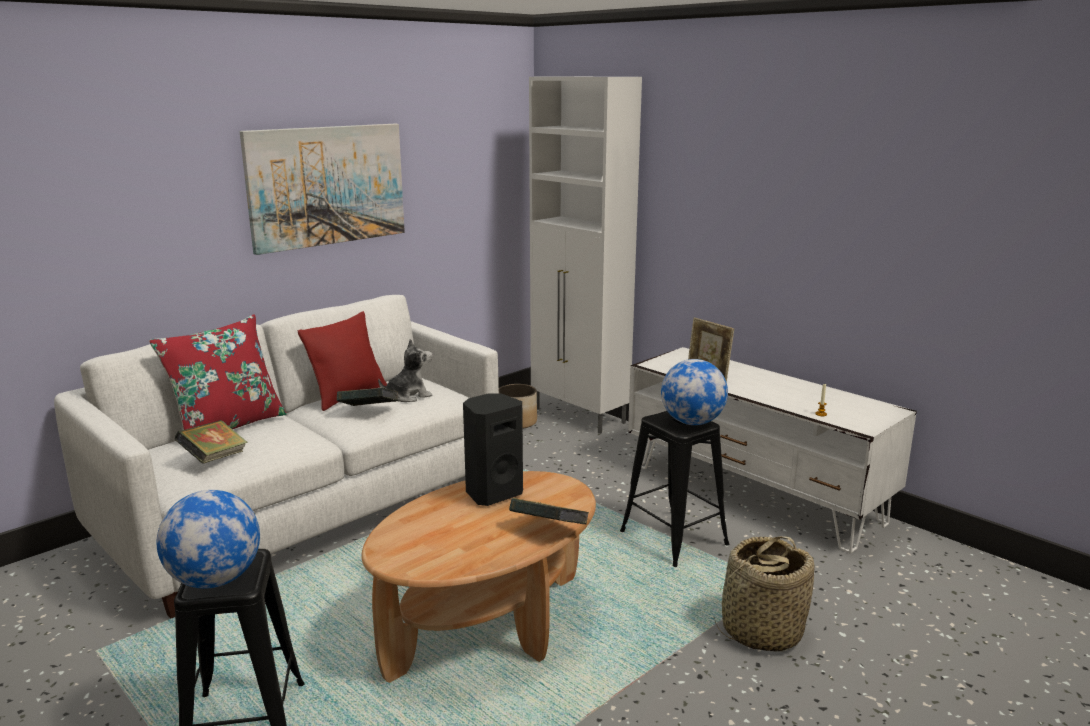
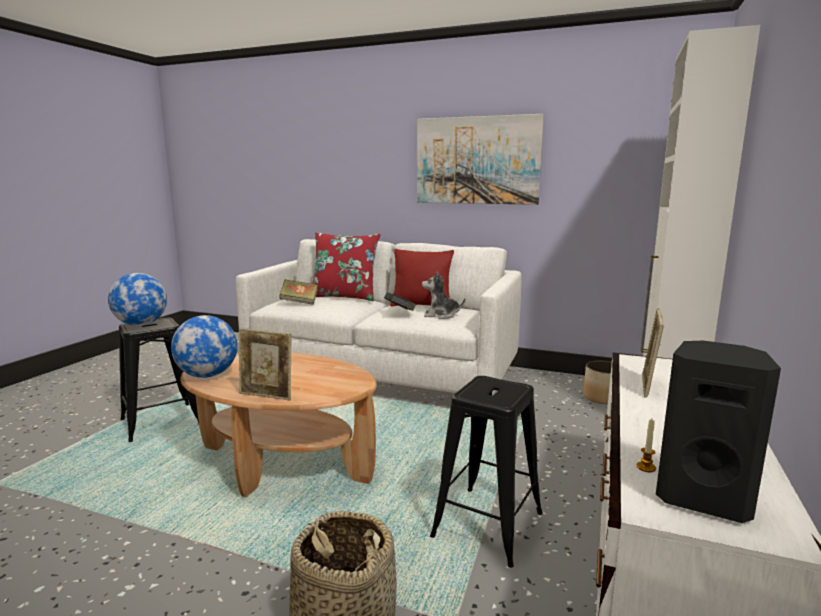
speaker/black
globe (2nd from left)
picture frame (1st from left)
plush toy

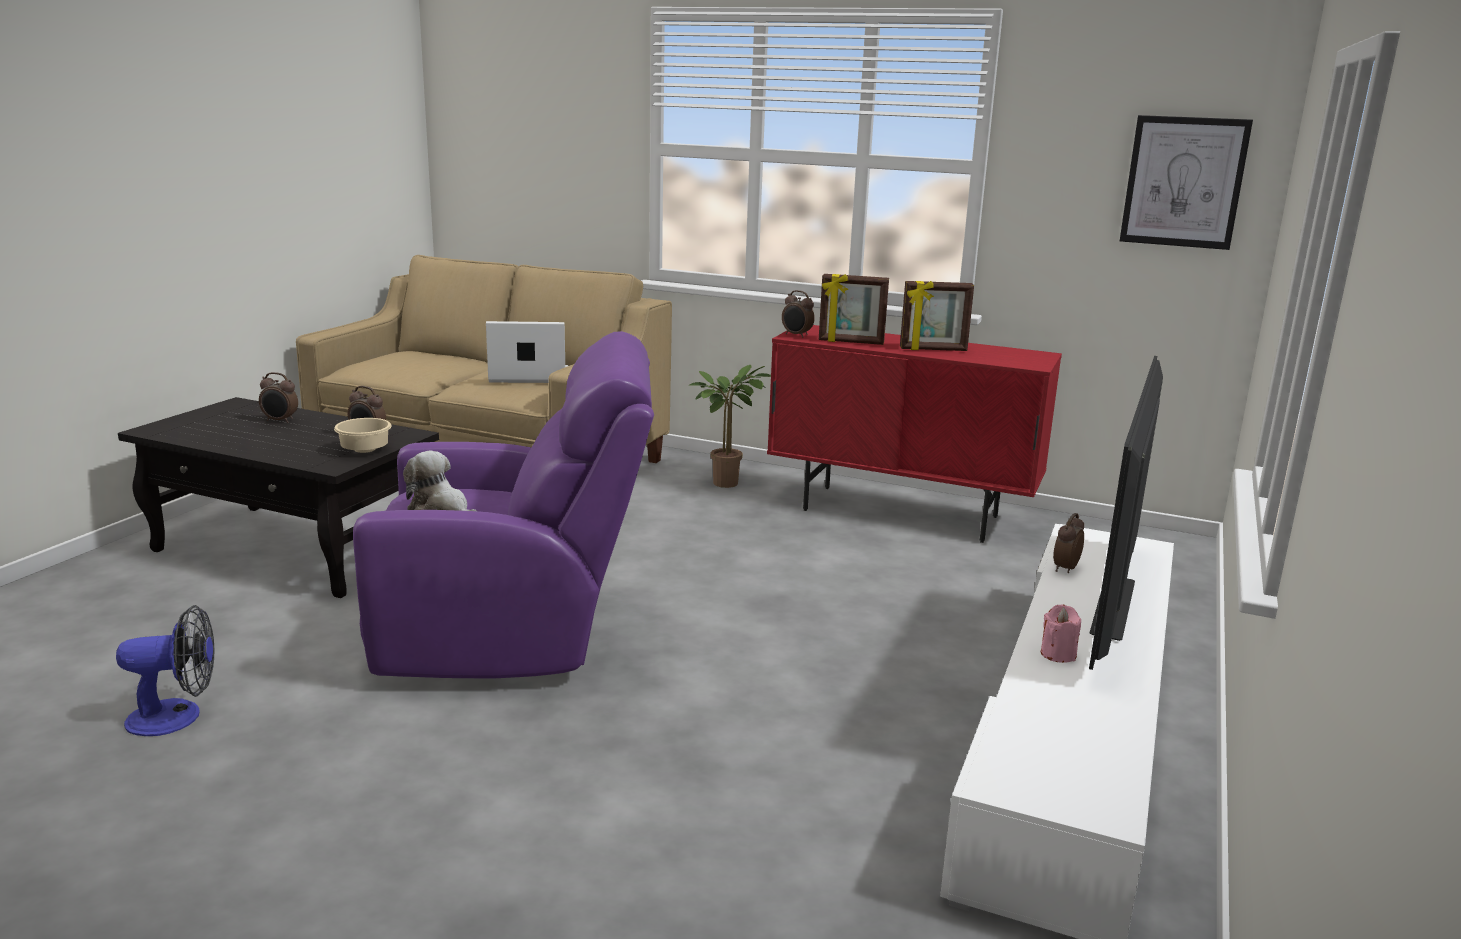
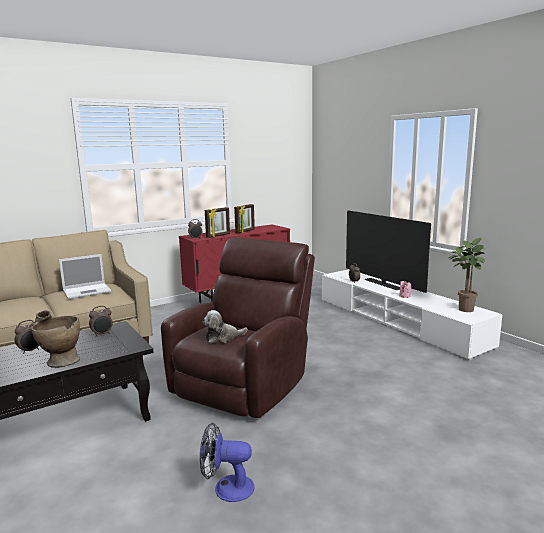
bowl/beige
picture
vase/beige
potted plant
armchair/brown
fan
laptop

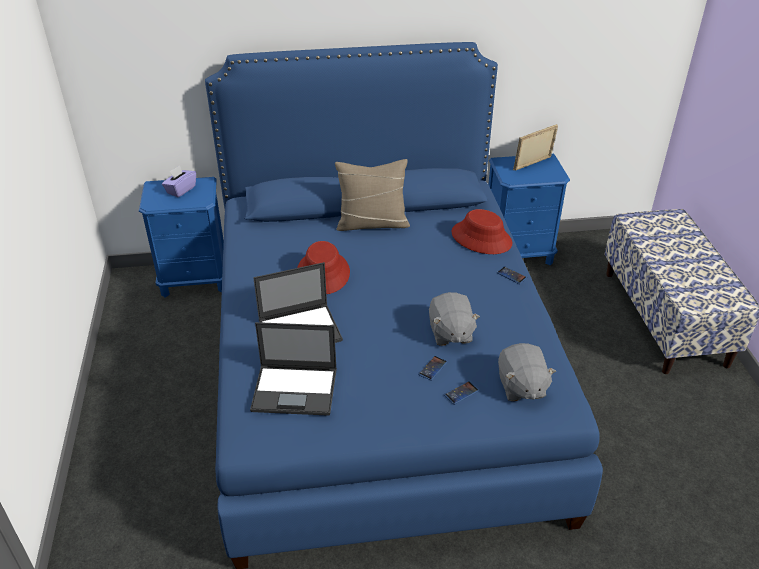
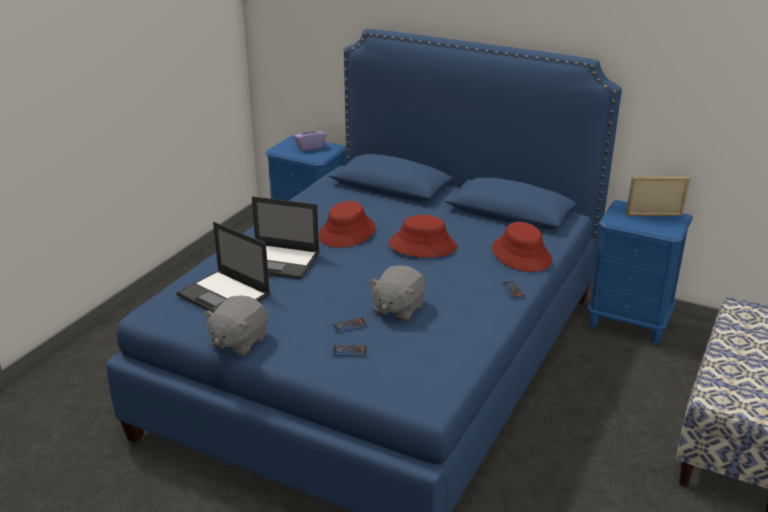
pillow/beige
hat/red (2nd from left)
plush toy/grey (1st from left)

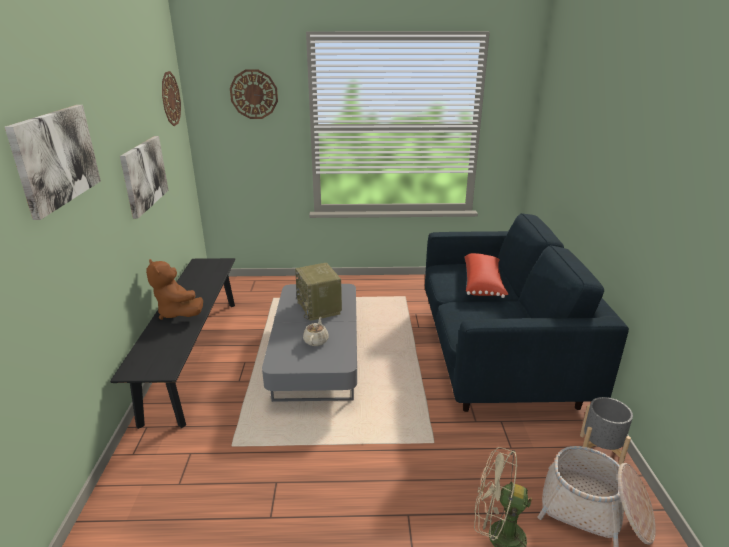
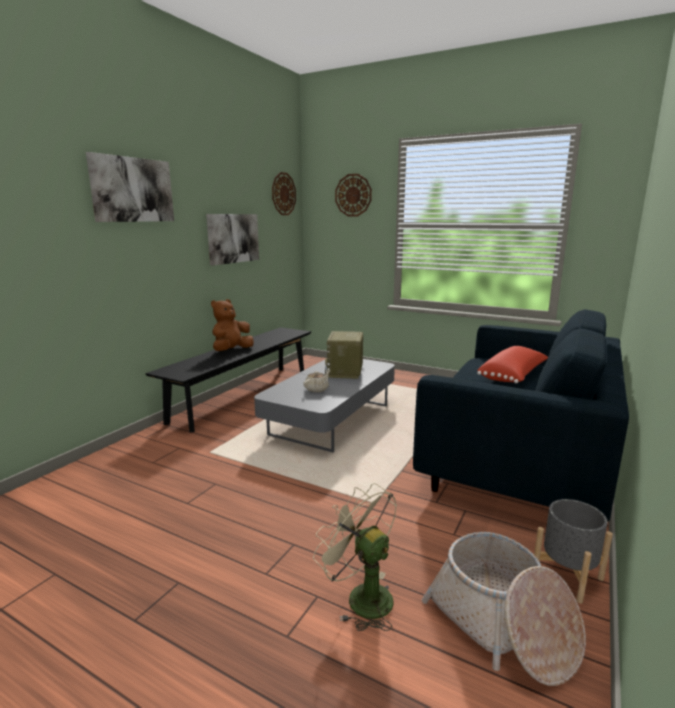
plush toy/brown

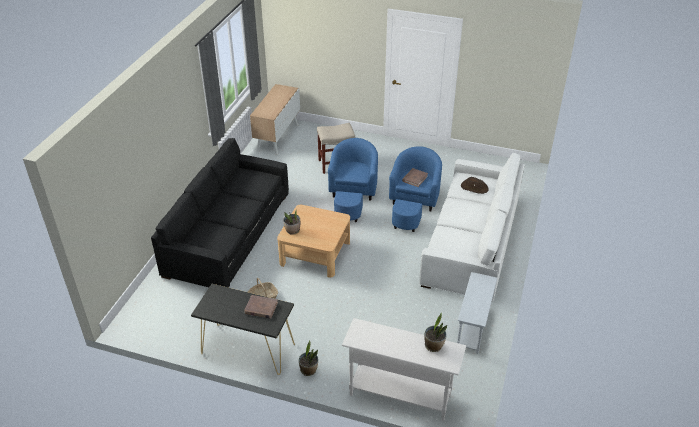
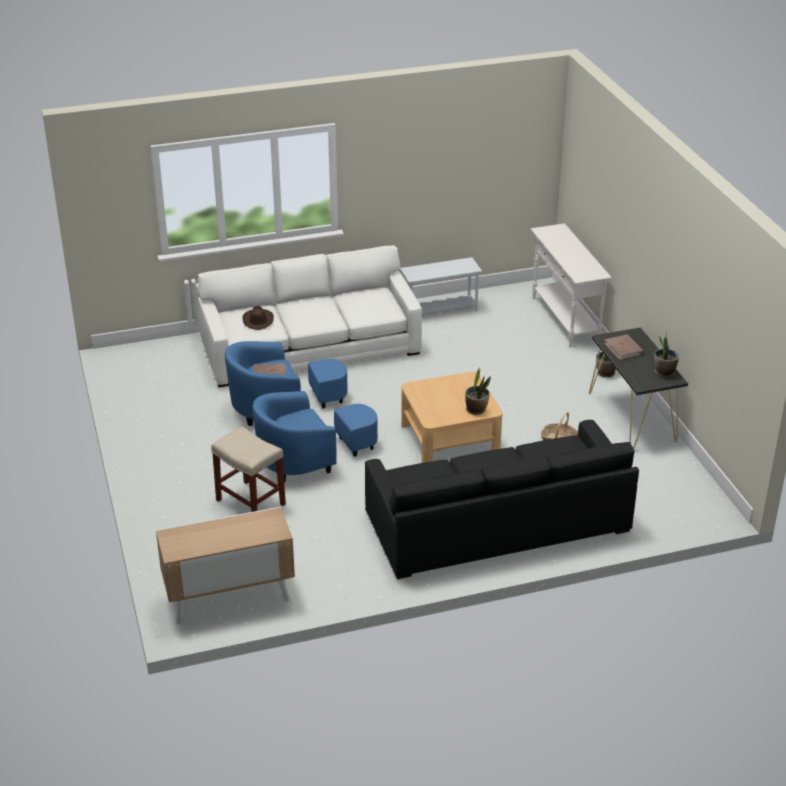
potted plant (3rd from left)

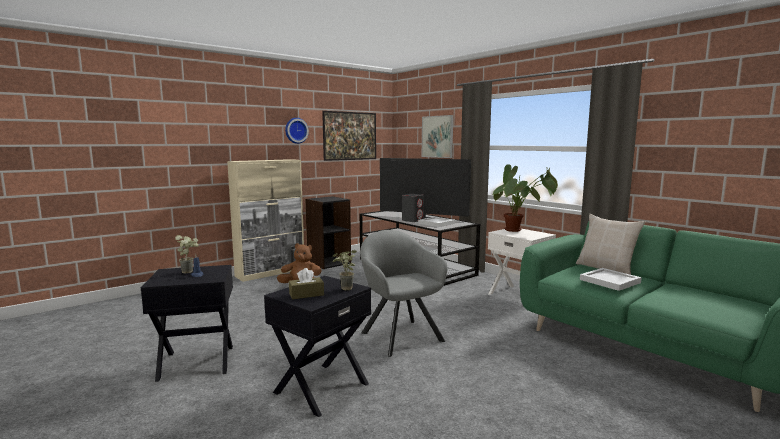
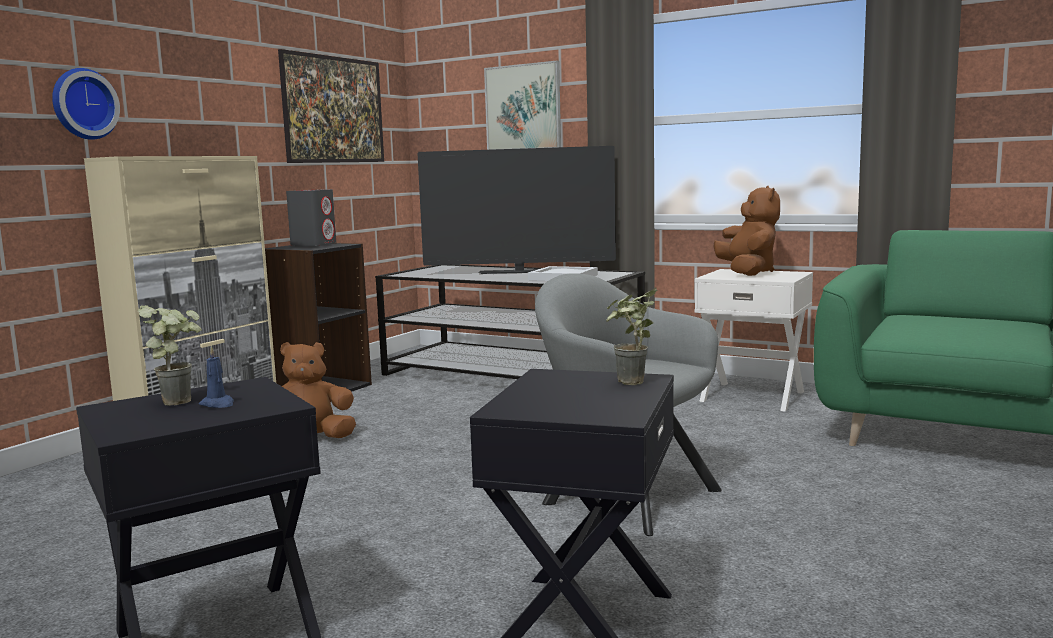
tissue box/brown
pillow/beige
tray/white (2nd from left in the first image)
wall clock
speaker/grey
plush toy/brown (2nd from left)

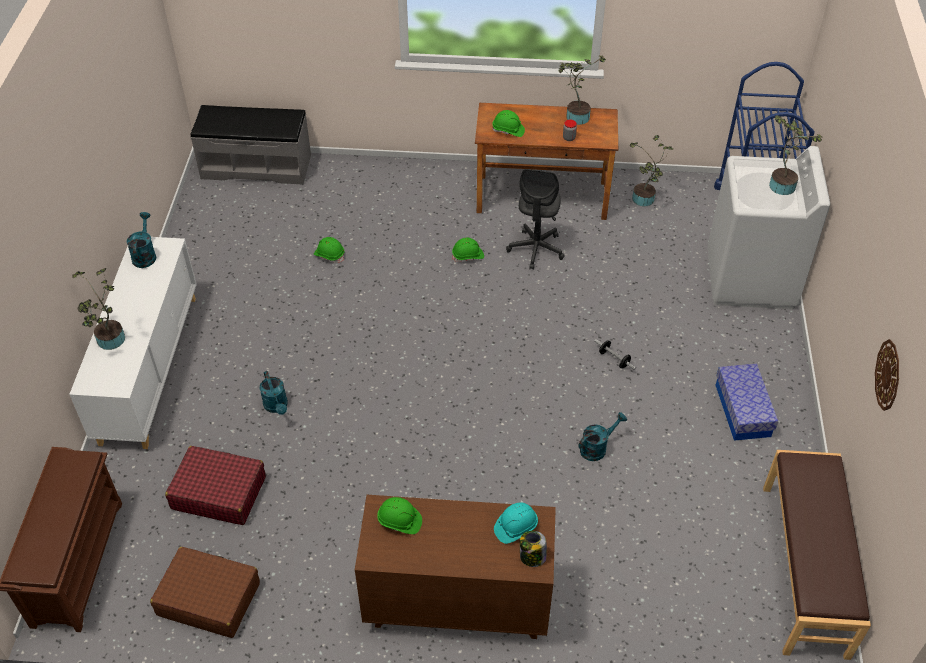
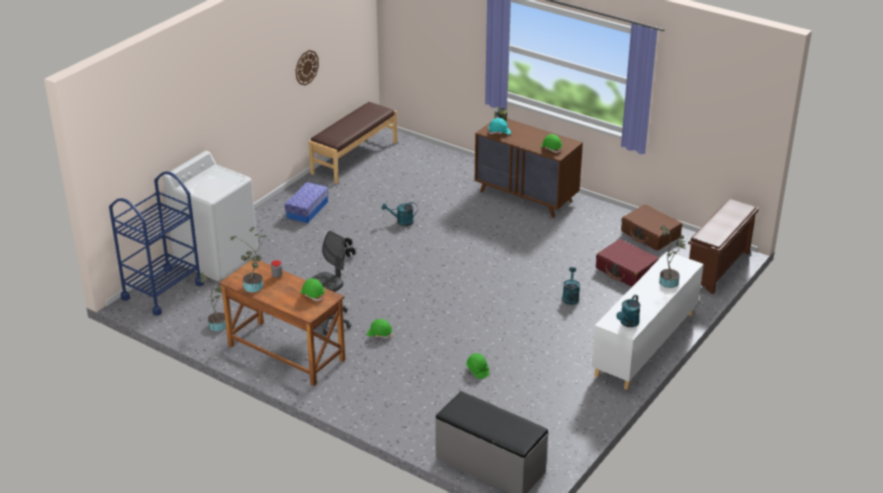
potted plant (4th from left in the first image)

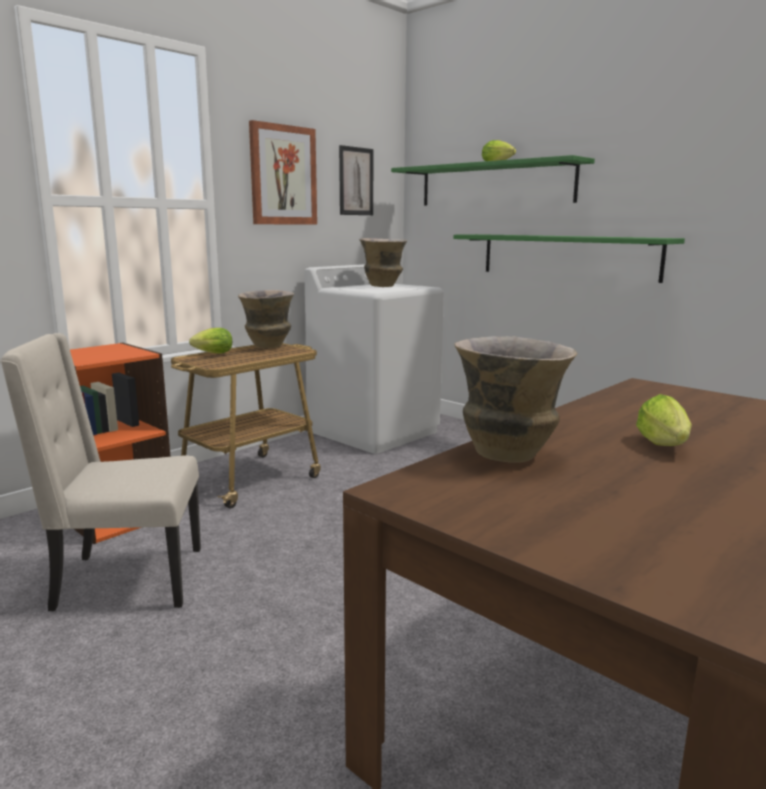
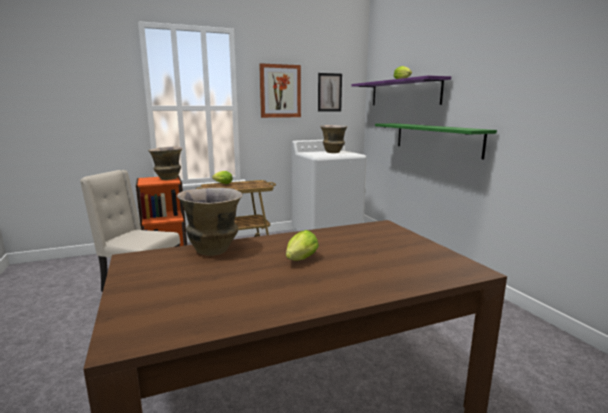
vase (1st from left)
shelf/purple

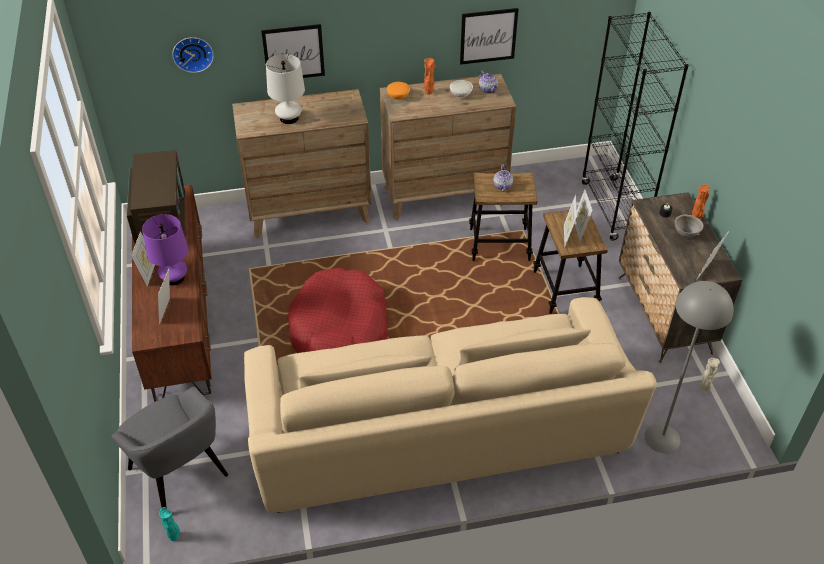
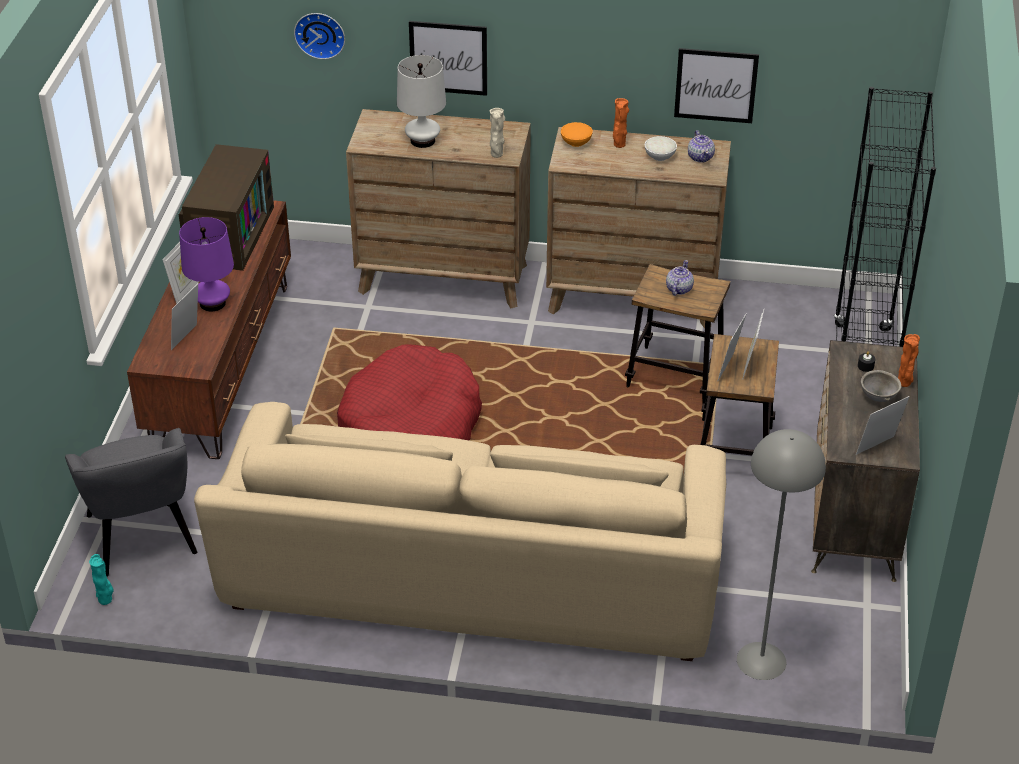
vase/beige

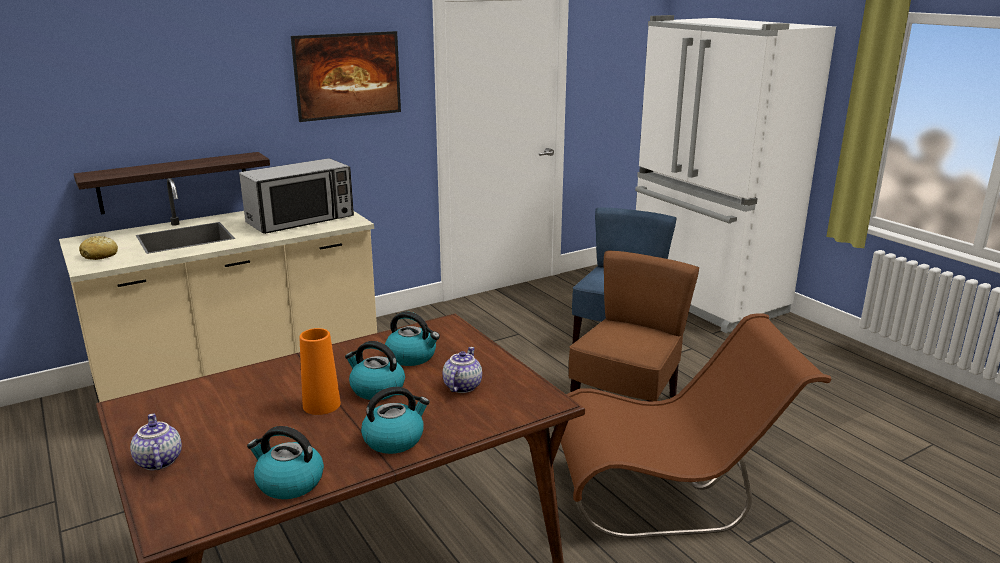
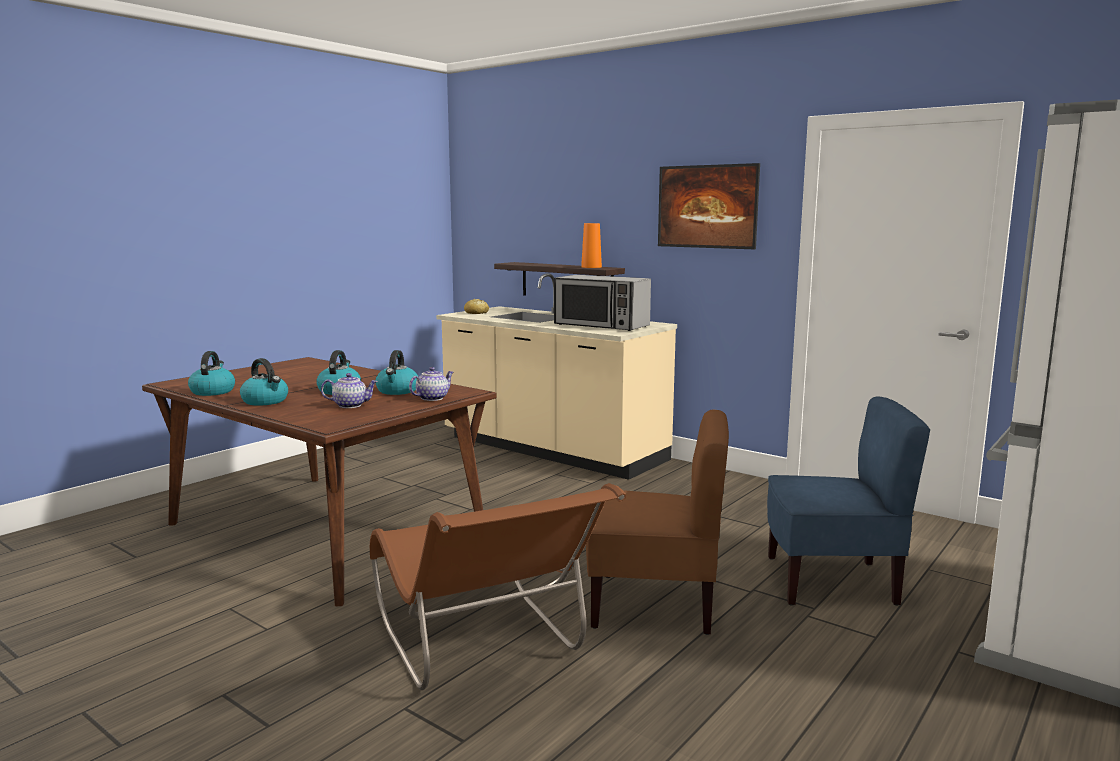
teapot (2nd from left)
vase/orange

